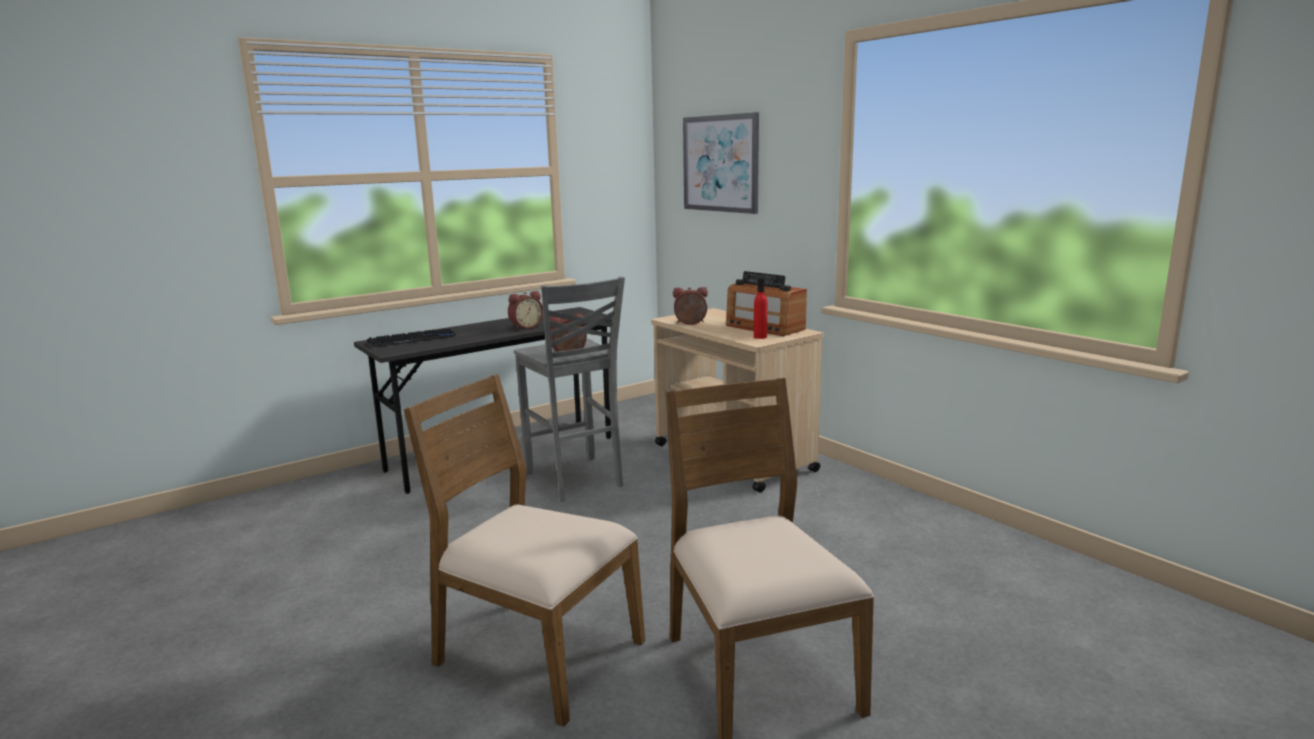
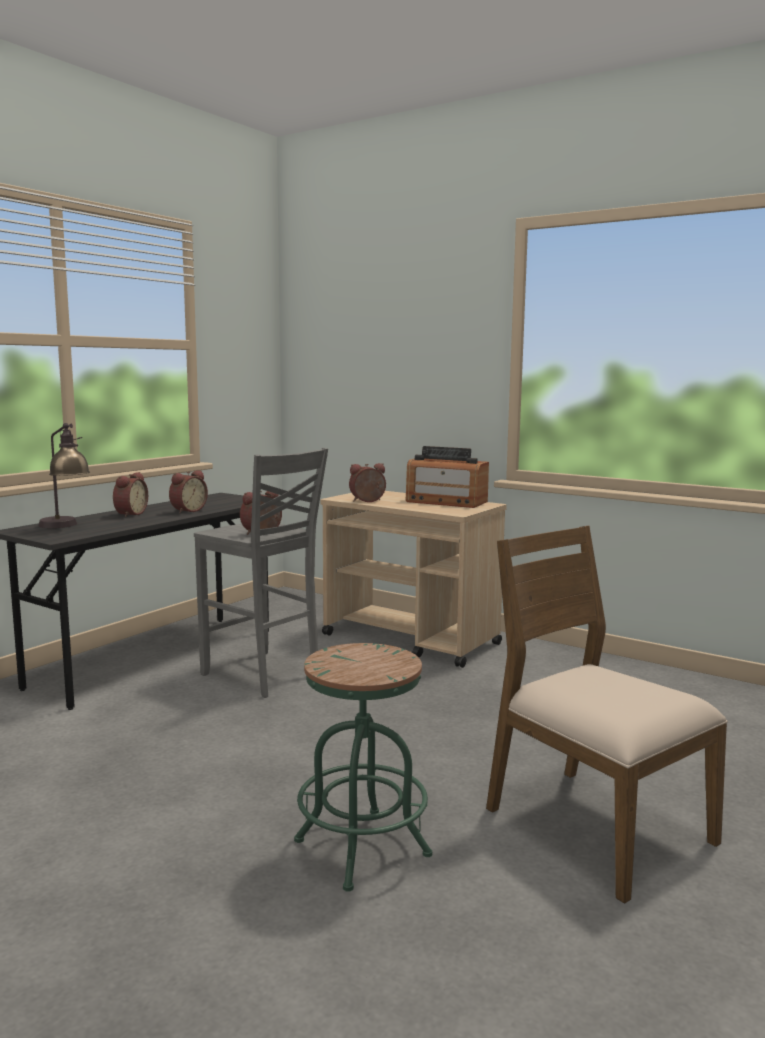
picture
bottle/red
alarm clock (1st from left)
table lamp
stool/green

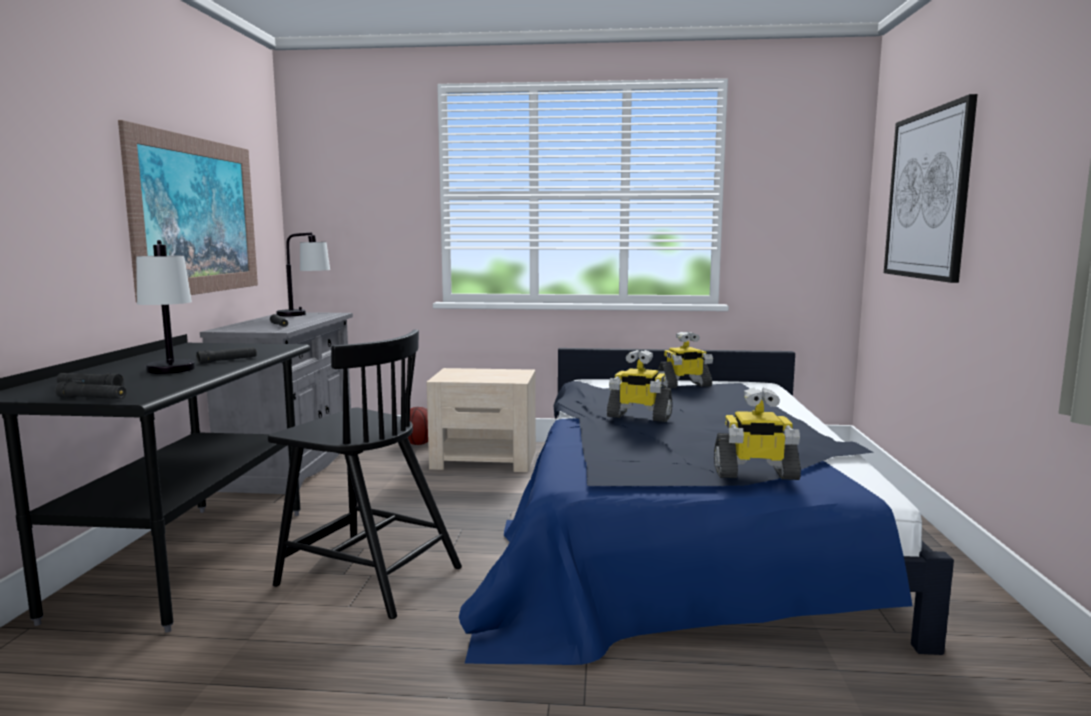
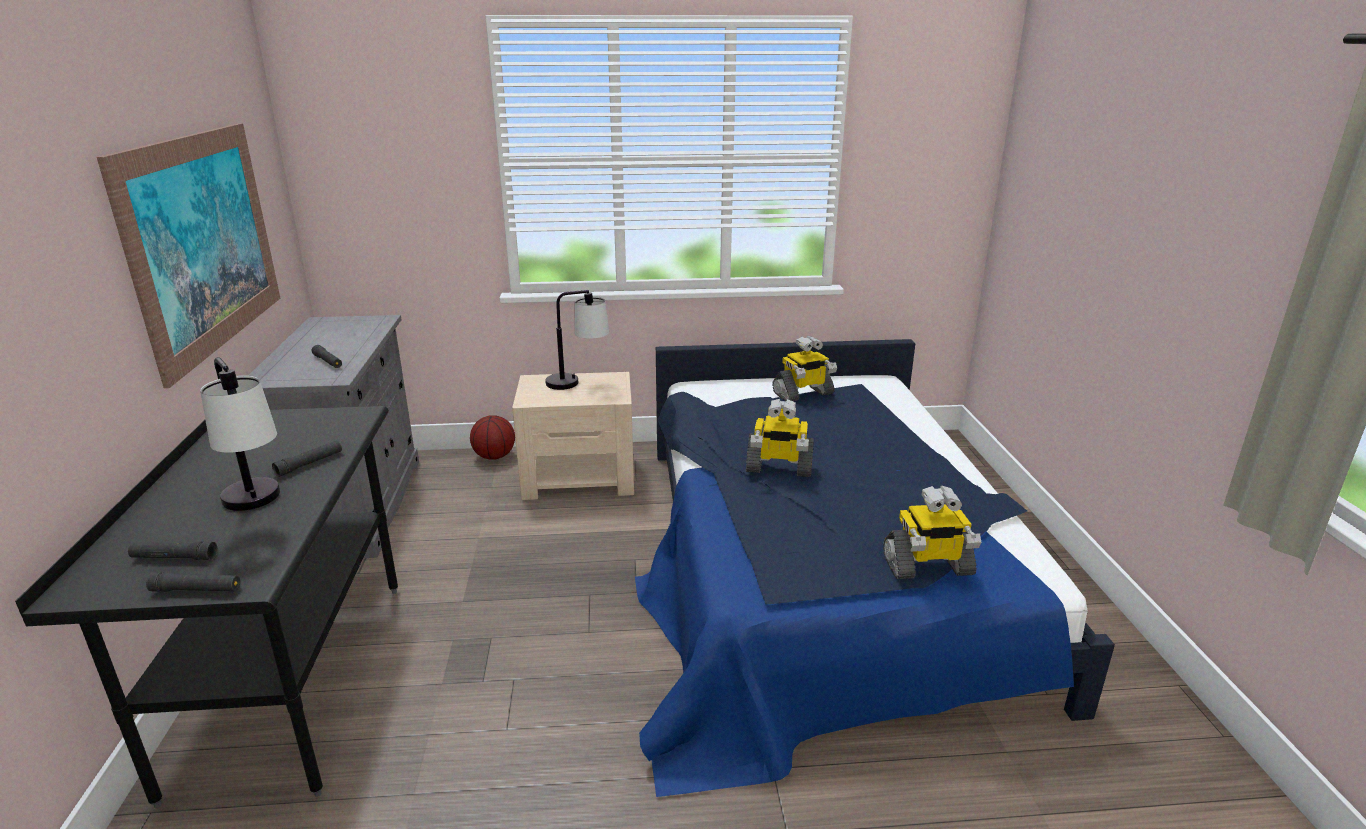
chair/black
picture (2nd from left in the first image)
table lamp (2nd from left)

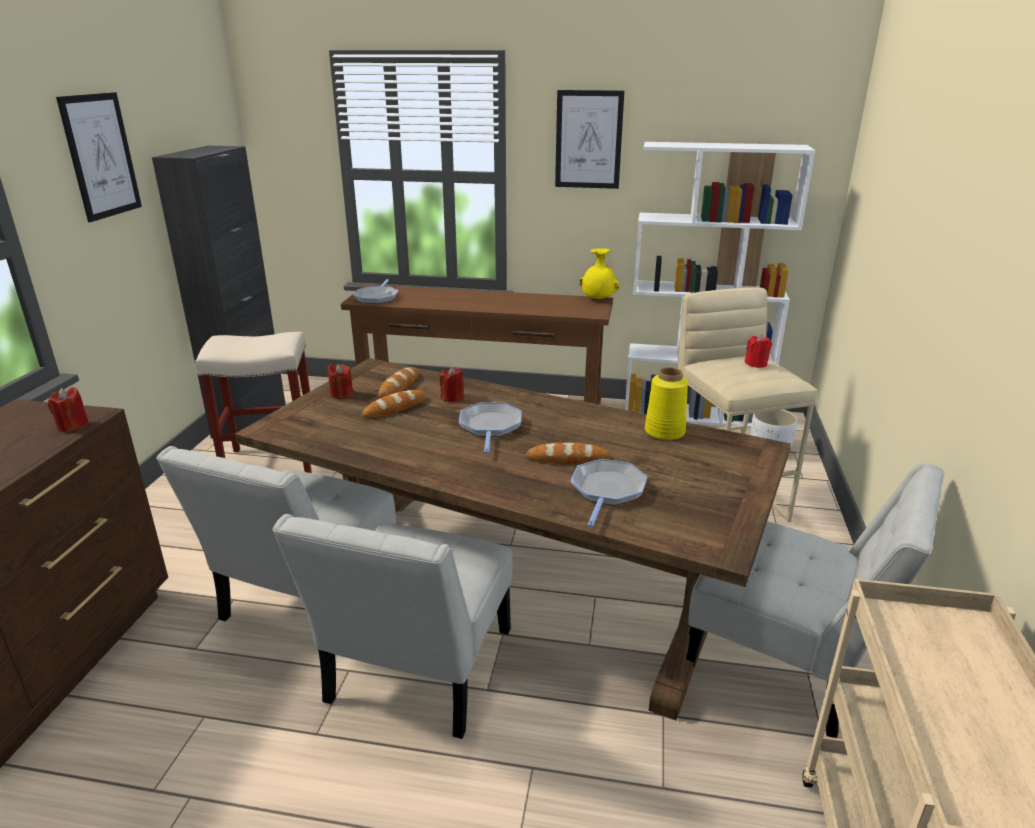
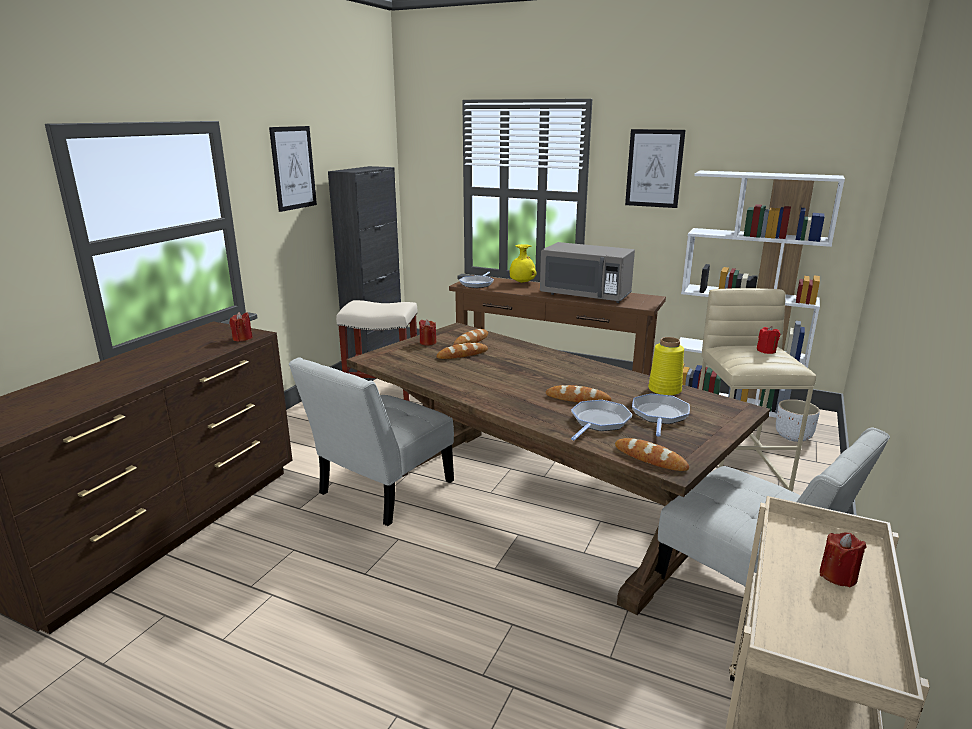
chair/white (2nd from left in the first image)
microwave/grey
bread (4th from left)
candle/red (4th from left)
frying pan (3rd from left)
vase/yellow (1st from left)

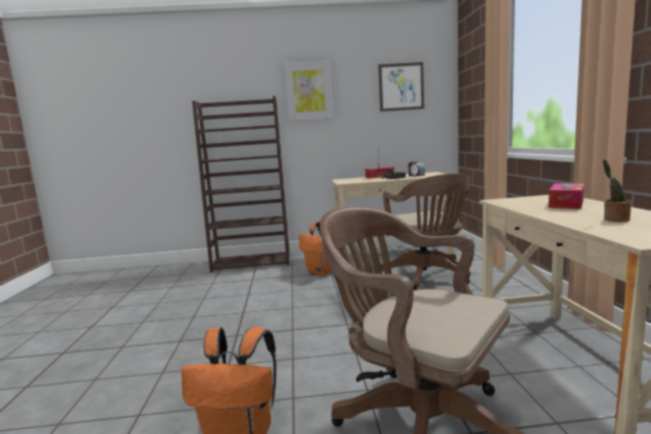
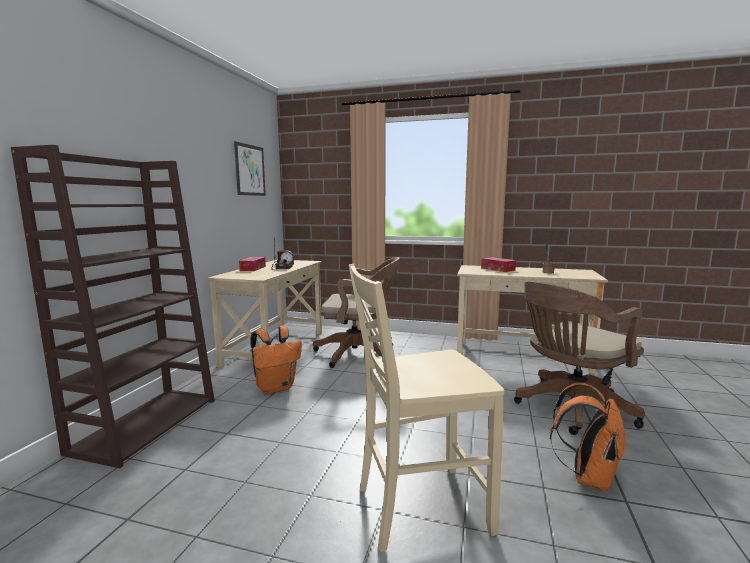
picture (1st from left in the first image)
chair/beige

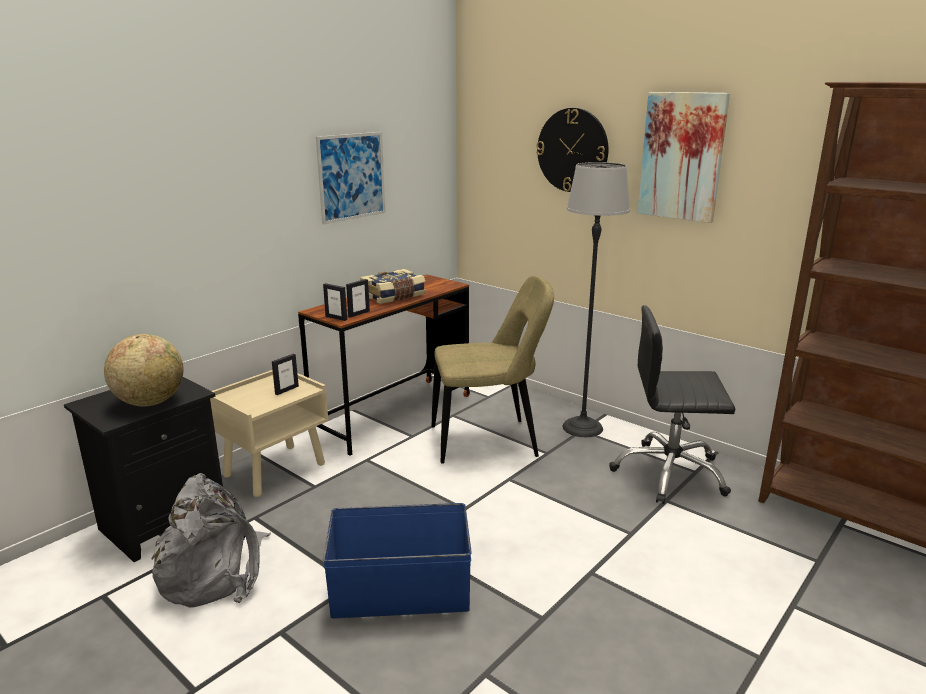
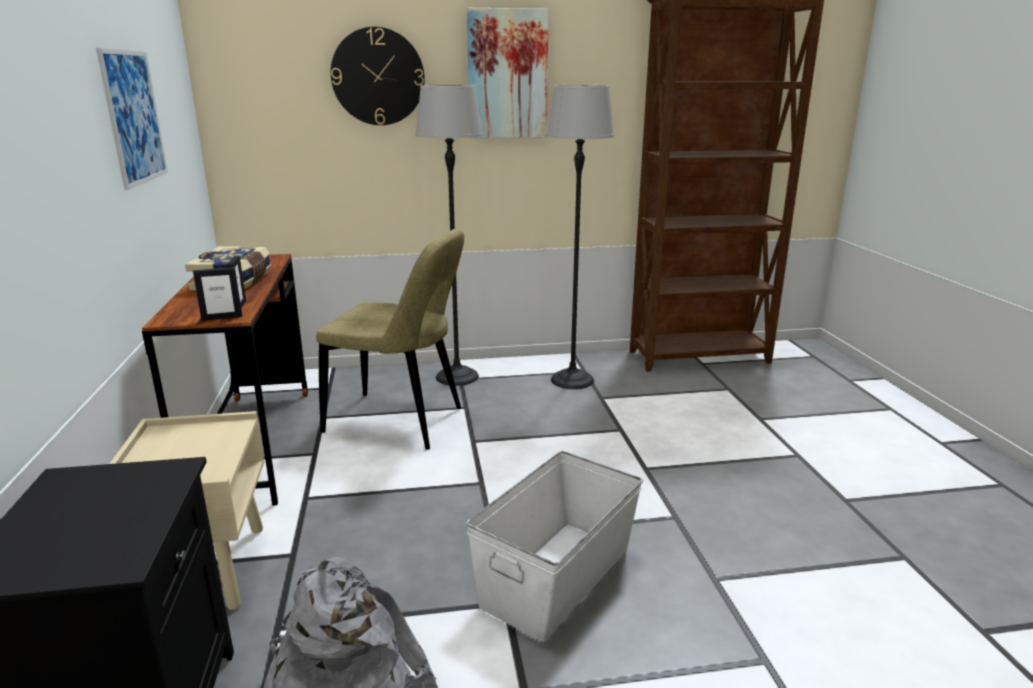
globe
picture frame (1st from left in the first image)
floor lamp (2nd from left)
storage box/white
chair/beige

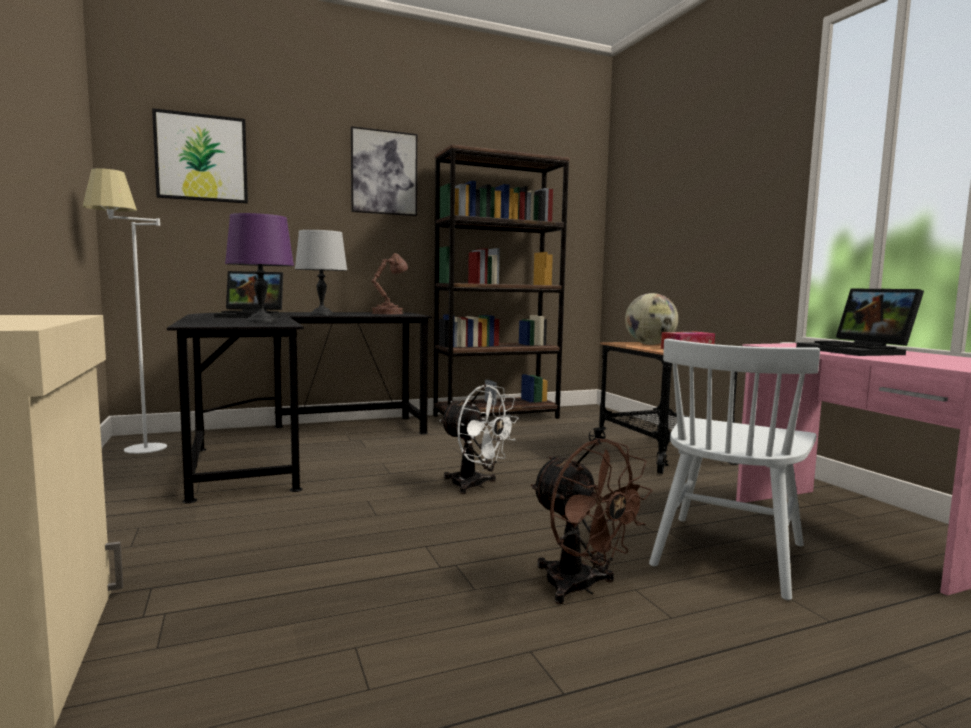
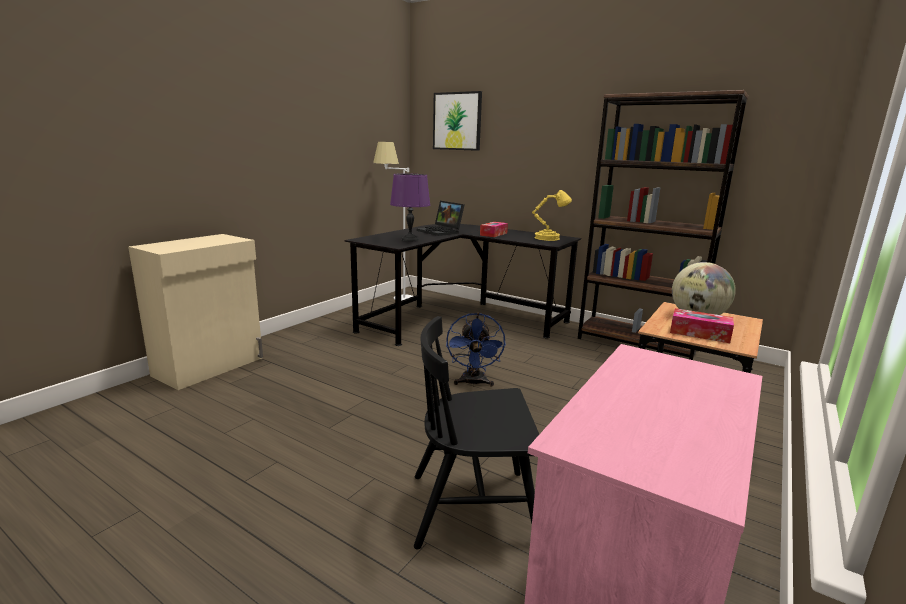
picture (2nd from left in the first image)
fan/brown
laptop (2nd from left in the first image)
tissue box (1st from left)
table lamp/yellow
fan/blue
chair/black

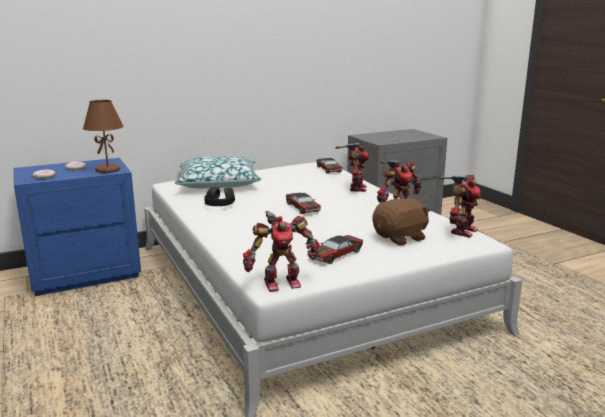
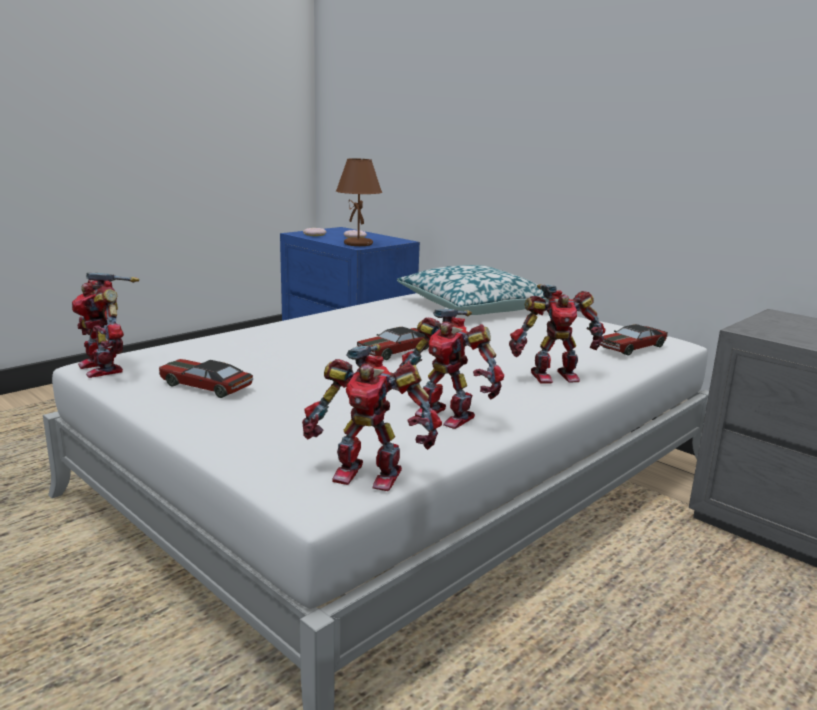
headphones/black
plush toy/brown

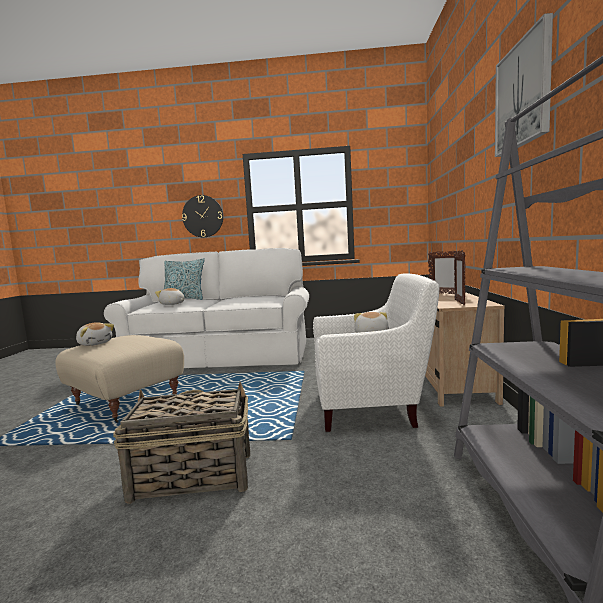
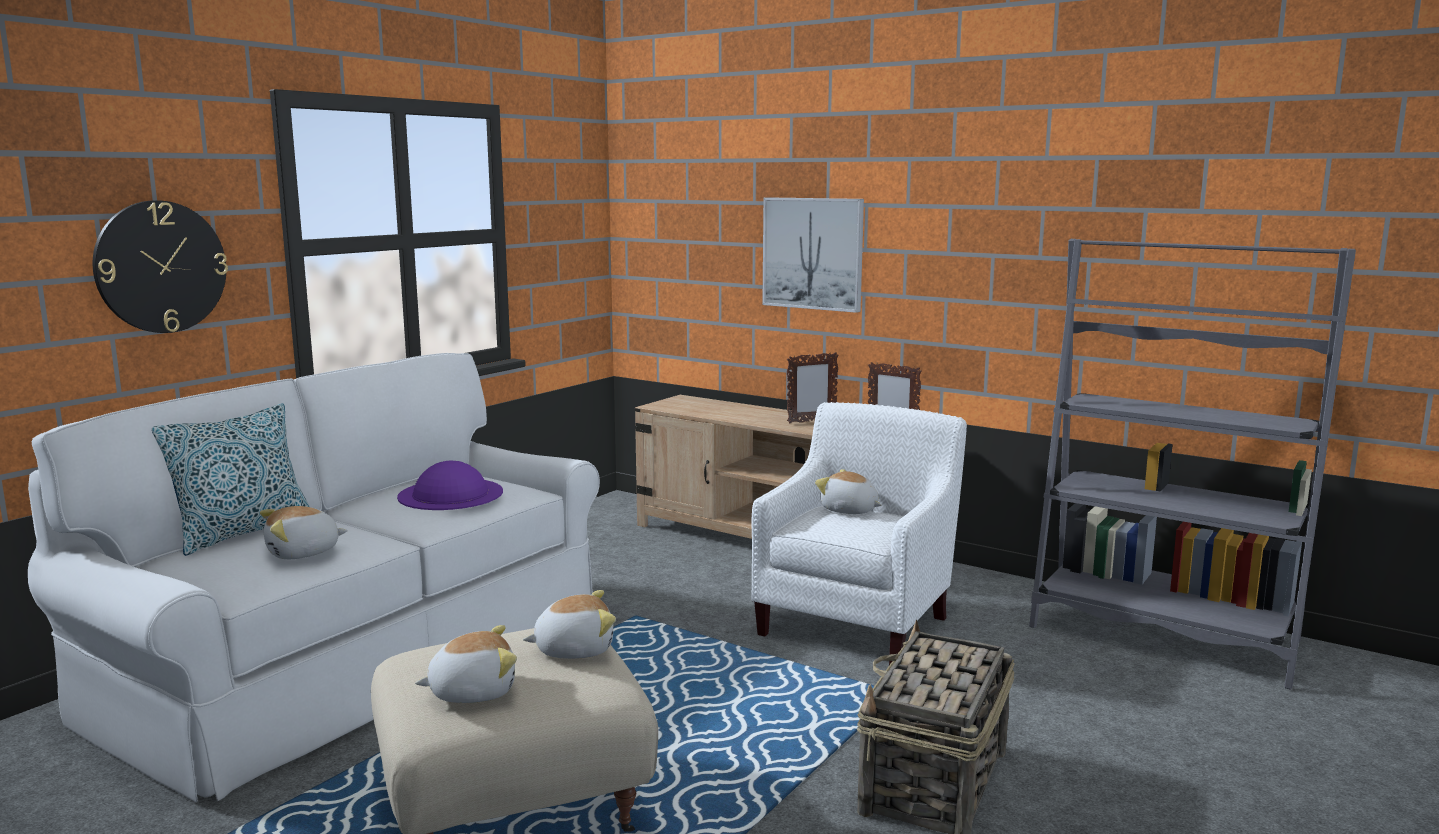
hat/purple
plush toy (3rd from left)
picture

